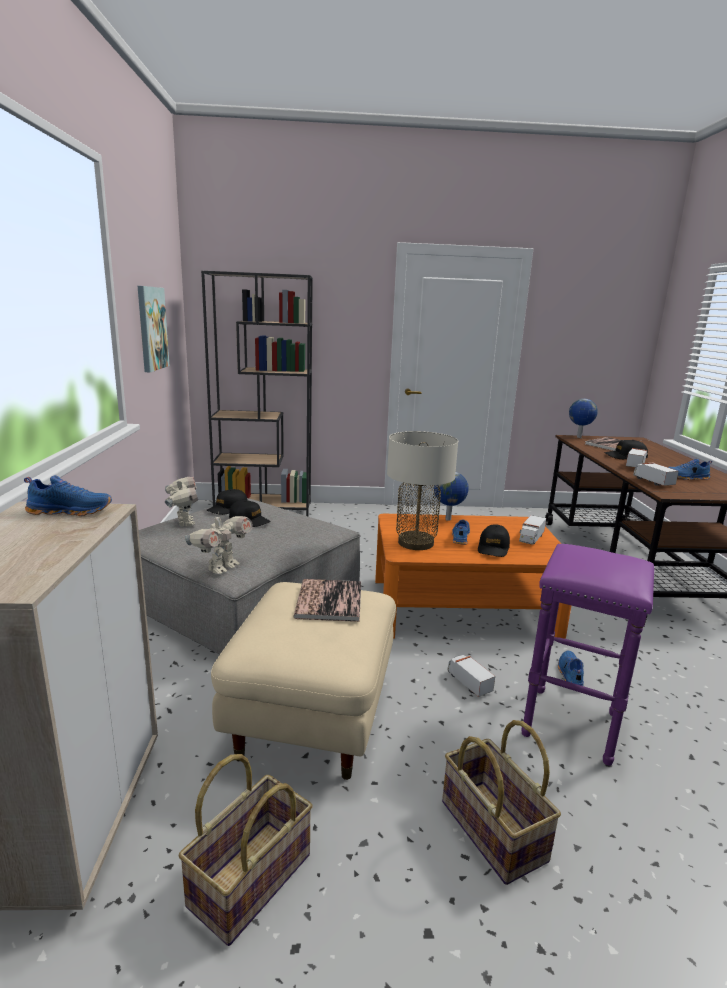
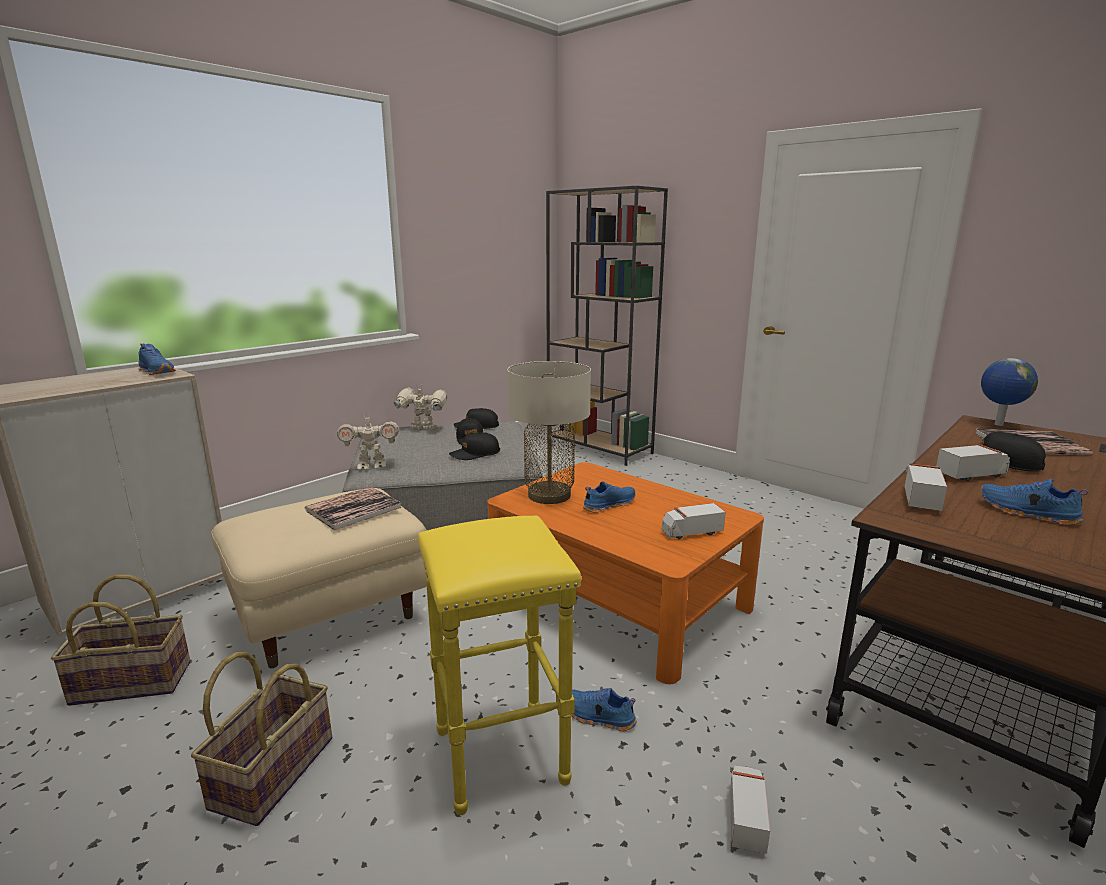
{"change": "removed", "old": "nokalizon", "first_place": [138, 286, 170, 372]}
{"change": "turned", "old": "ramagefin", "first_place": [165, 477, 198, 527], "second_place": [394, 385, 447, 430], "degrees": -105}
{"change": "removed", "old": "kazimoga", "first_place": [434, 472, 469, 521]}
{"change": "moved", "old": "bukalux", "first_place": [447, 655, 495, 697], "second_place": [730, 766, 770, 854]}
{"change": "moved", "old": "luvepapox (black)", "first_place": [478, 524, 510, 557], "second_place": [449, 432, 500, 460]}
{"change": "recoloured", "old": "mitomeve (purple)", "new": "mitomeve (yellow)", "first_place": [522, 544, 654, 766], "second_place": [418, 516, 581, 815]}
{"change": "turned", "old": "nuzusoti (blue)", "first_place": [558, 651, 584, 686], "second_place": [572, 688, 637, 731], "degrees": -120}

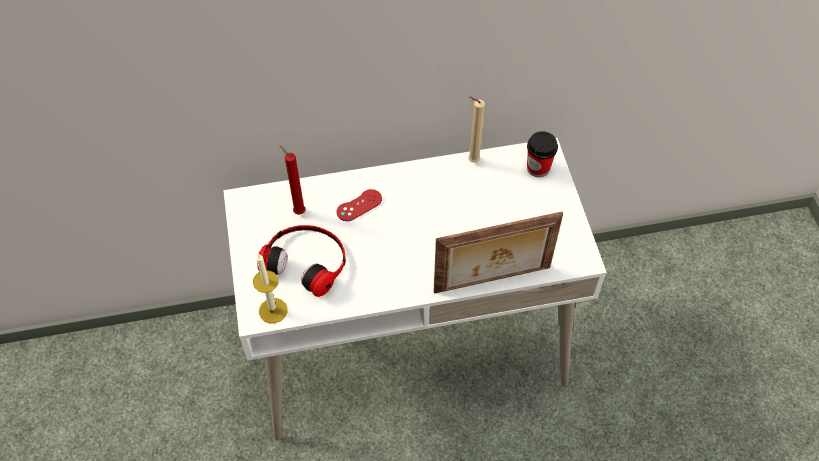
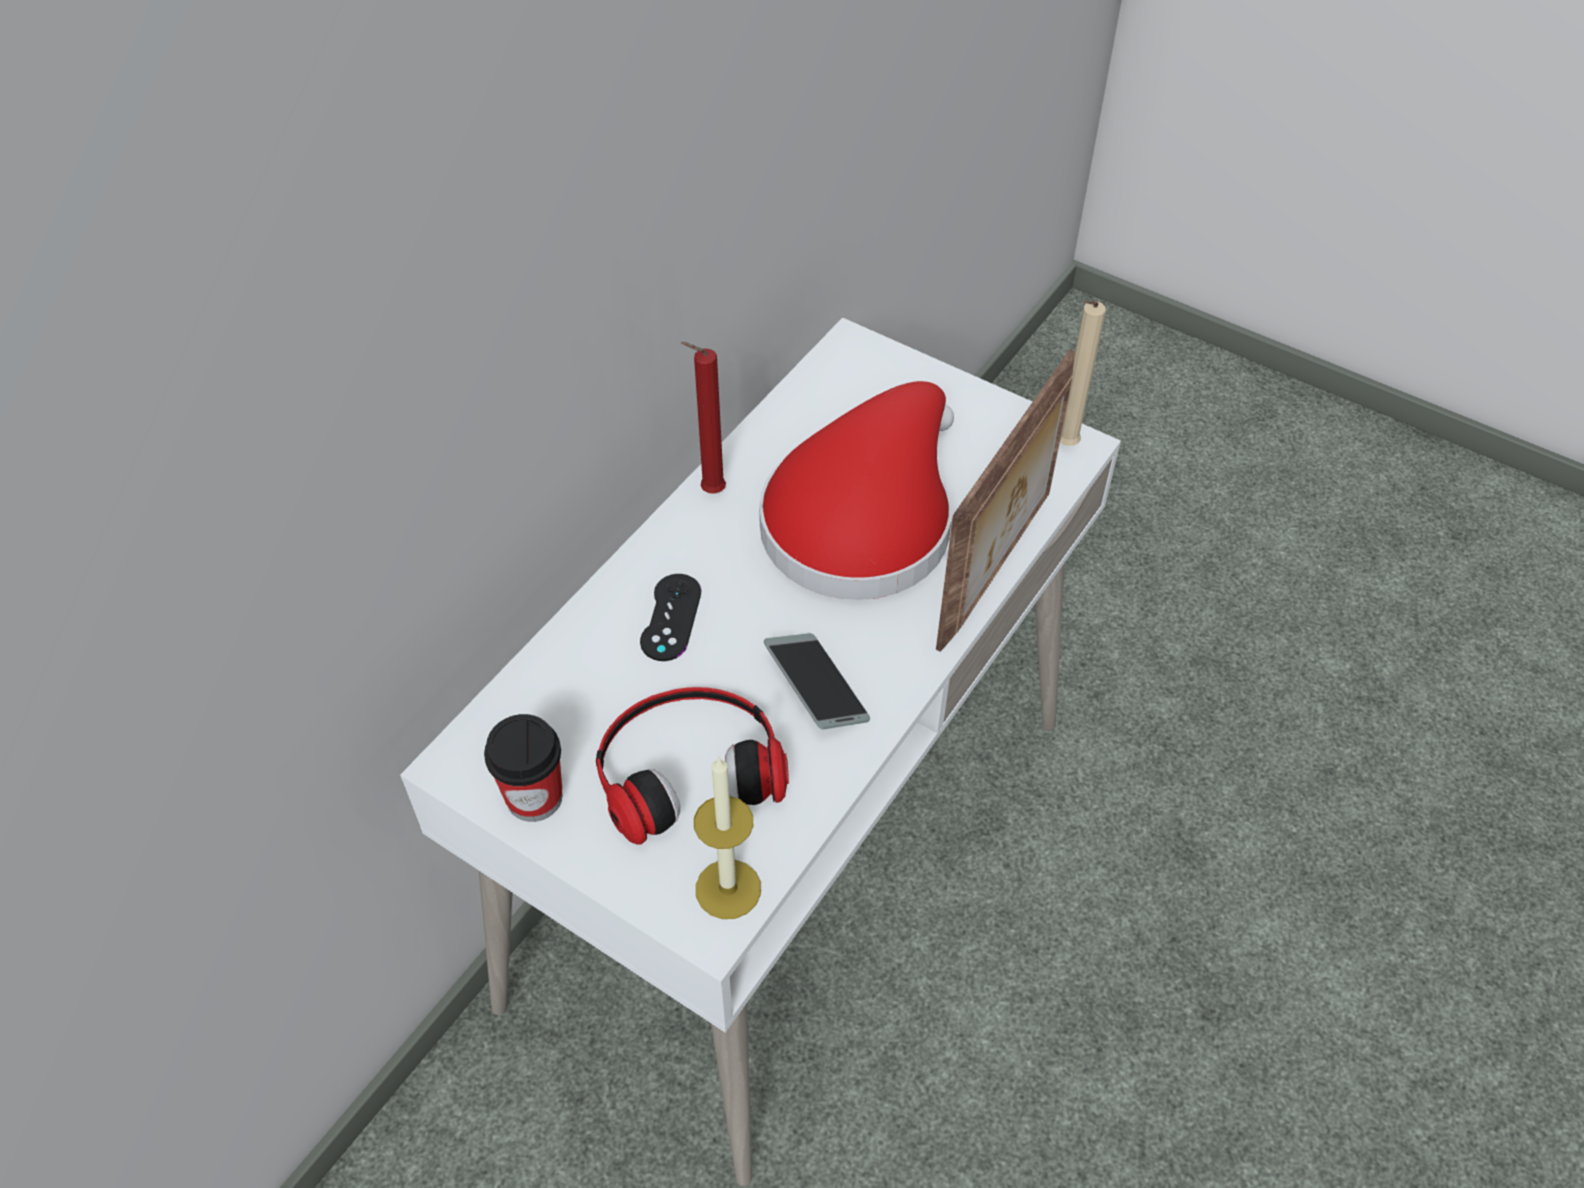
{"change": "moved", "old": "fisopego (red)", "first_place": [279, 145, 306, 215], "second_place": [681, 342, 726, 494]}
{"change": "recoloured", "old": "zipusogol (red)", "new": "zipusogol (black)", "first_place": [336, 189, 382, 221], "second_place": [640, 574, 701, 661]}
{"change": "moved", "old": "fisopego (beige)", "first_place": [468, 96, 485, 163], "second_place": [1060, 300, 1106, 446]}
{"change": "moved", "old": "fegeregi", "first_place": [527, 131, 558, 177], "second_place": [484, 714, 562, 822]}
{"change": "added", "new": "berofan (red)", "second_place": [759, 381, 954, 600]}
{"change": "added", "new": "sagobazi", "second_place": [764, 633, 870, 730]}

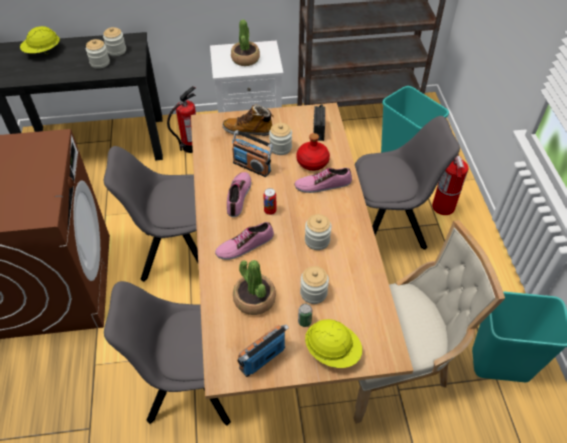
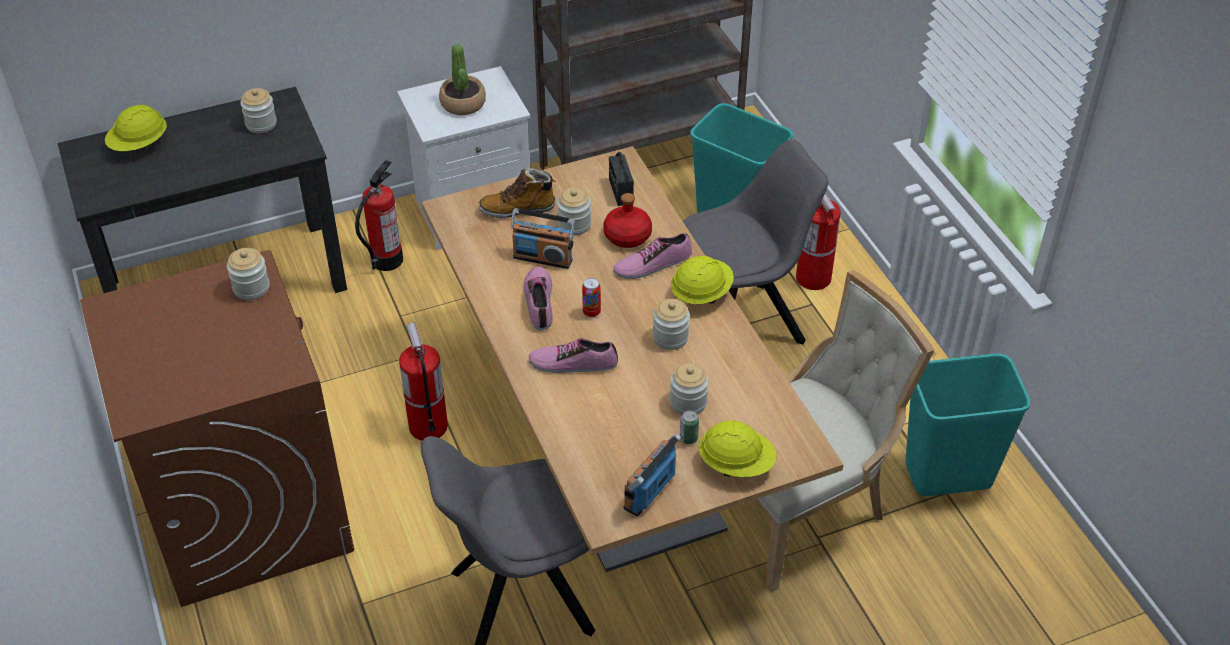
{"change": "moved", "old": "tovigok", "first_place": [86, 39, 110, 69], "second_place": [227, 248, 270, 300]}
{"change": "replaced", "old": "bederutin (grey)", "new": "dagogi", "first_place": [104, 146, 198, 282], "second_place": [399, 323, 448, 441]}
{"change": "turned", "old": "nuzusoti", "first_place": [215, 222, 274, 260], "second_place": [529, 338, 618, 373], "degrees": 45}
{"change": "removed", "old": "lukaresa", "first_place": [233, 260, 276, 315]}
{"change": "added", "new": "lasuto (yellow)", "second_place": [671, 255, 734, 304]}

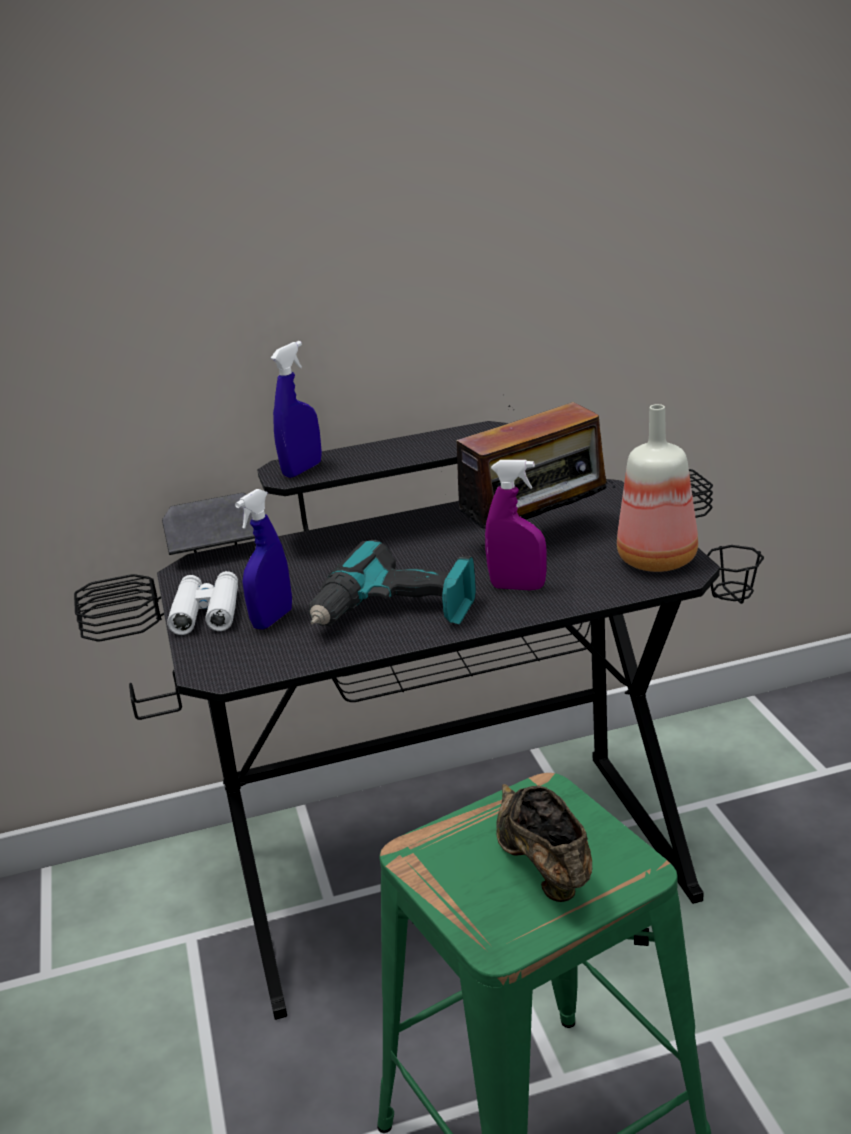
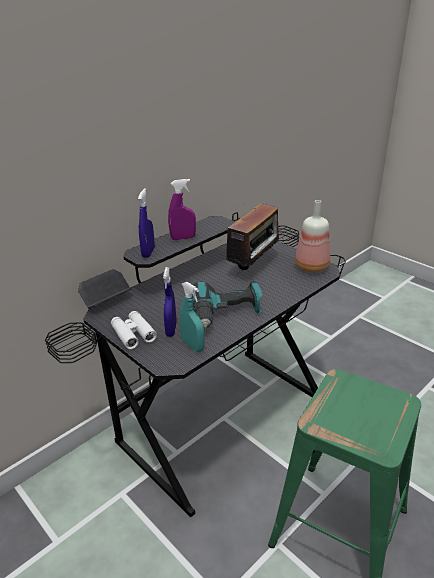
{"change": "moved", "old": "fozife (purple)", "first_place": [485, 460, 547, 590], "second_place": [168, 179, 196, 240]}
{"change": "removed", "old": "nuzusoti (brown)", "first_place": [496, 784, 592, 902]}
{"change": "added", "new": "fozife (turquoise)", "second_place": [180, 282, 205, 352]}

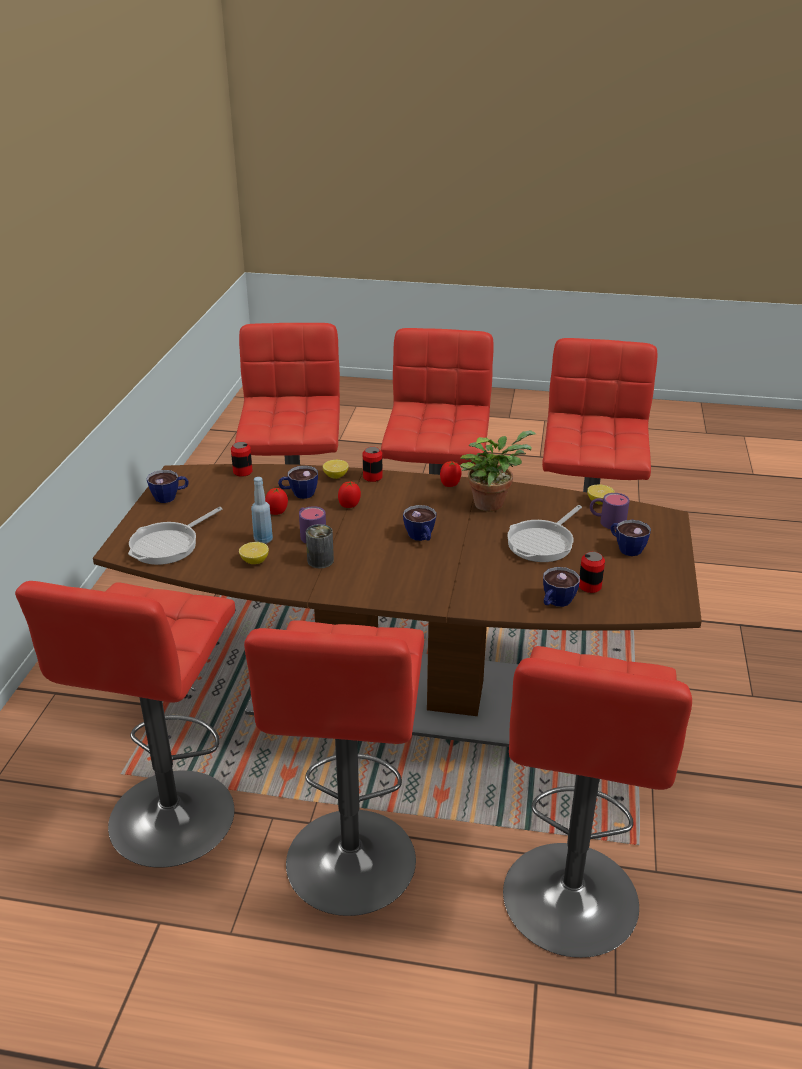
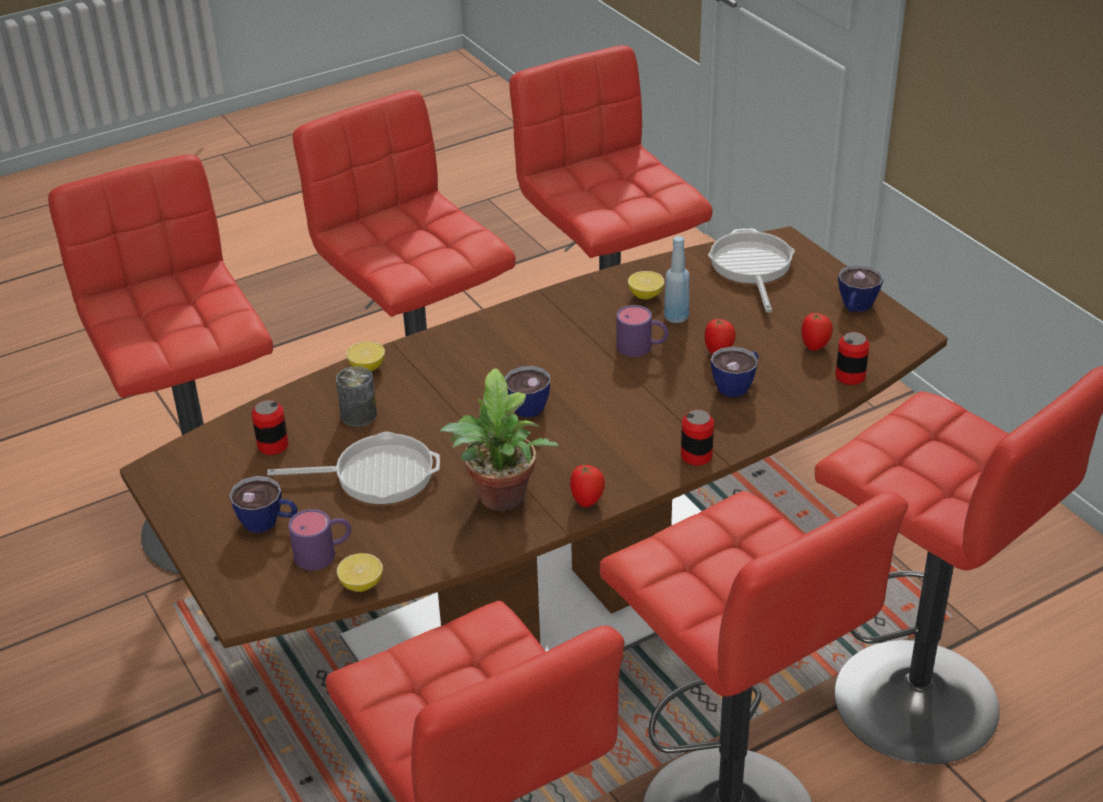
{"change": "moved", "old": "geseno", "first_place": [306, 524, 334, 568], "second_place": [336, 366, 377, 427]}
{"change": "moved", "old": "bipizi", "first_place": [323, 460, 349, 479], "second_place": [346, 341, 385, 371]}
{"change": "moved", "old": "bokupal", "first_place": [338, 482, 361, 508], "second_place": [801, 312, 833, 351]}
{"change": "turned", "old": "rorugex", "first_place": [507, 505, 582, 562], "second_place": [267, 432, 440, 504], "degrees": 90}
{"change": "removed", "old": "fegeregi", "first_place": [543, 567, 580, 607]}

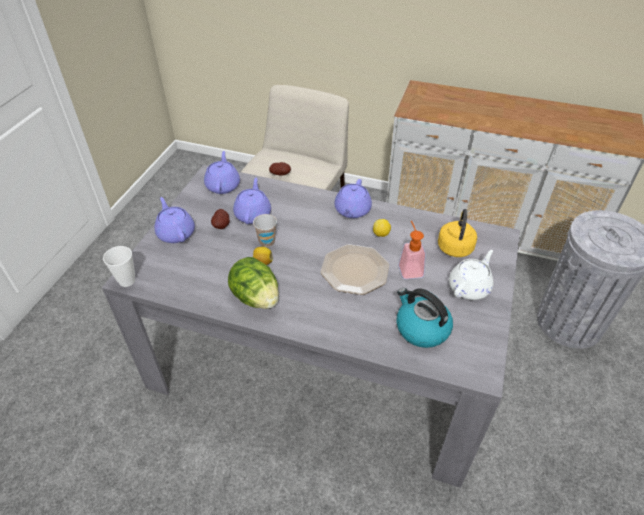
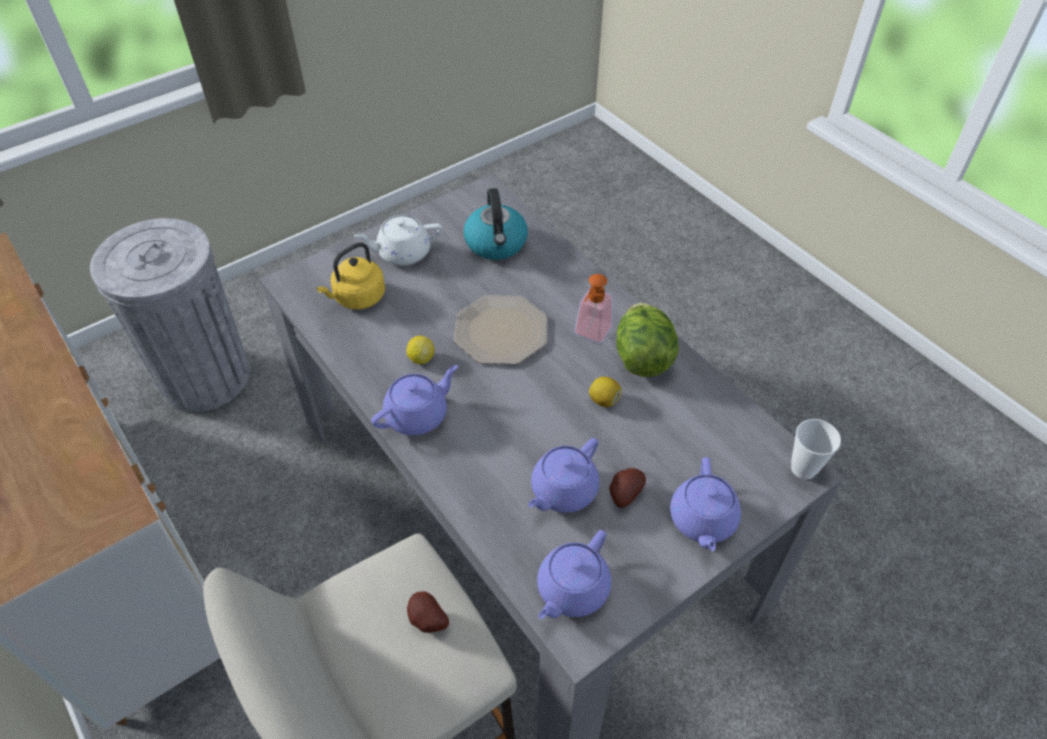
{"change": "removed", "old": "fegeregi", "first_place": [253, 214, 277, 247]}
{"change": "moved", "old": "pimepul", "first_place": [398, 221, 426, 279], "second_place": [575, 274, 613, 343]}

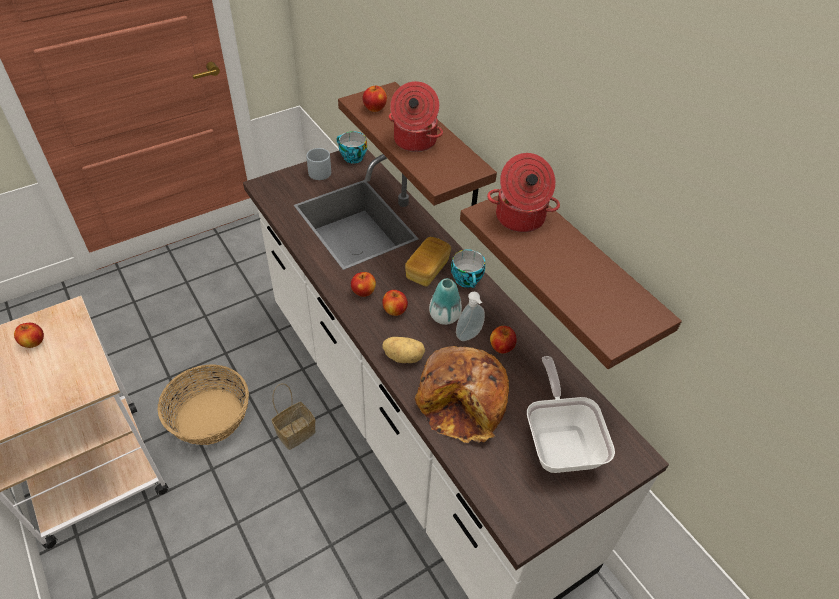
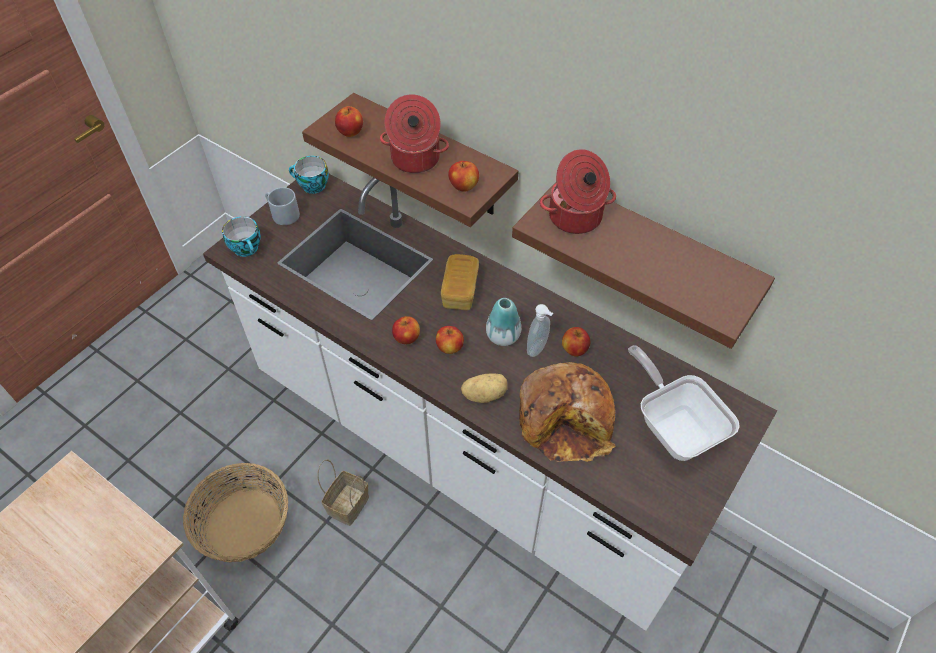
{"change": "moved", "old": "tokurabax", "first_place": [14, 323, 44, 348], "second_place": [448, 161, 479, 192]}
{"change": "moved", "old": "fegeregi", "first_place": [451, 249, 485, 288], "second_place": [222, 216, 261, 257]}

